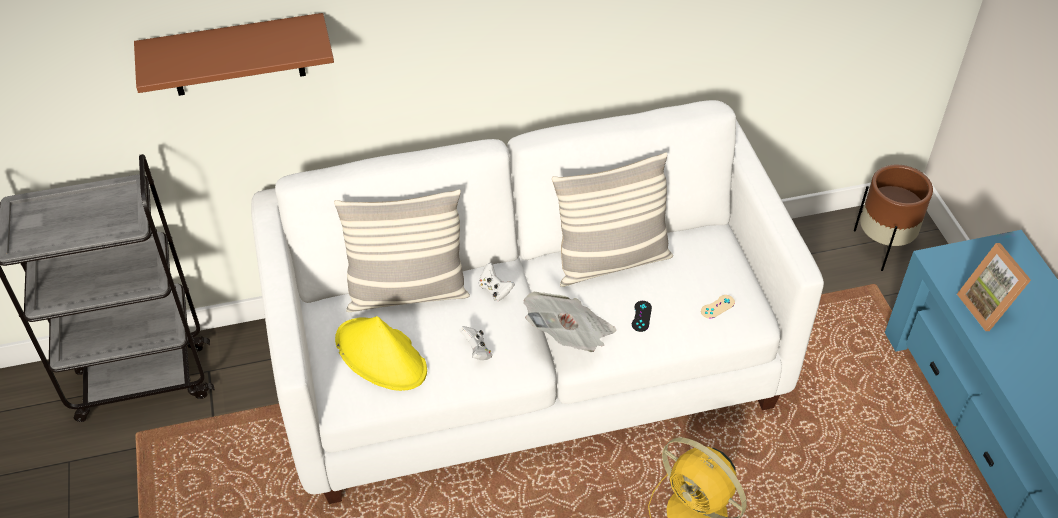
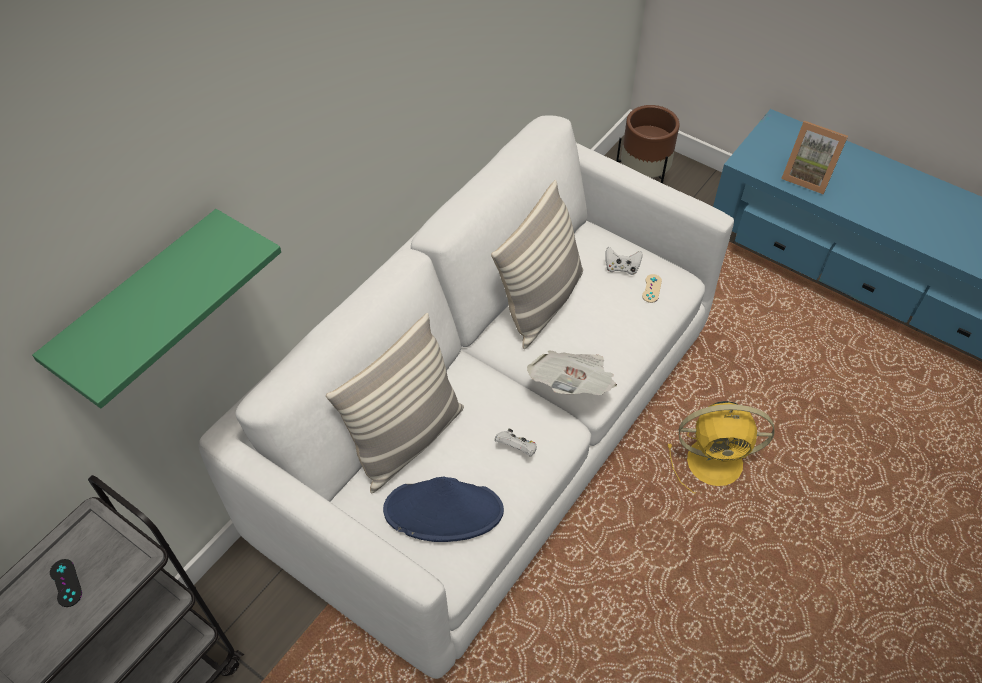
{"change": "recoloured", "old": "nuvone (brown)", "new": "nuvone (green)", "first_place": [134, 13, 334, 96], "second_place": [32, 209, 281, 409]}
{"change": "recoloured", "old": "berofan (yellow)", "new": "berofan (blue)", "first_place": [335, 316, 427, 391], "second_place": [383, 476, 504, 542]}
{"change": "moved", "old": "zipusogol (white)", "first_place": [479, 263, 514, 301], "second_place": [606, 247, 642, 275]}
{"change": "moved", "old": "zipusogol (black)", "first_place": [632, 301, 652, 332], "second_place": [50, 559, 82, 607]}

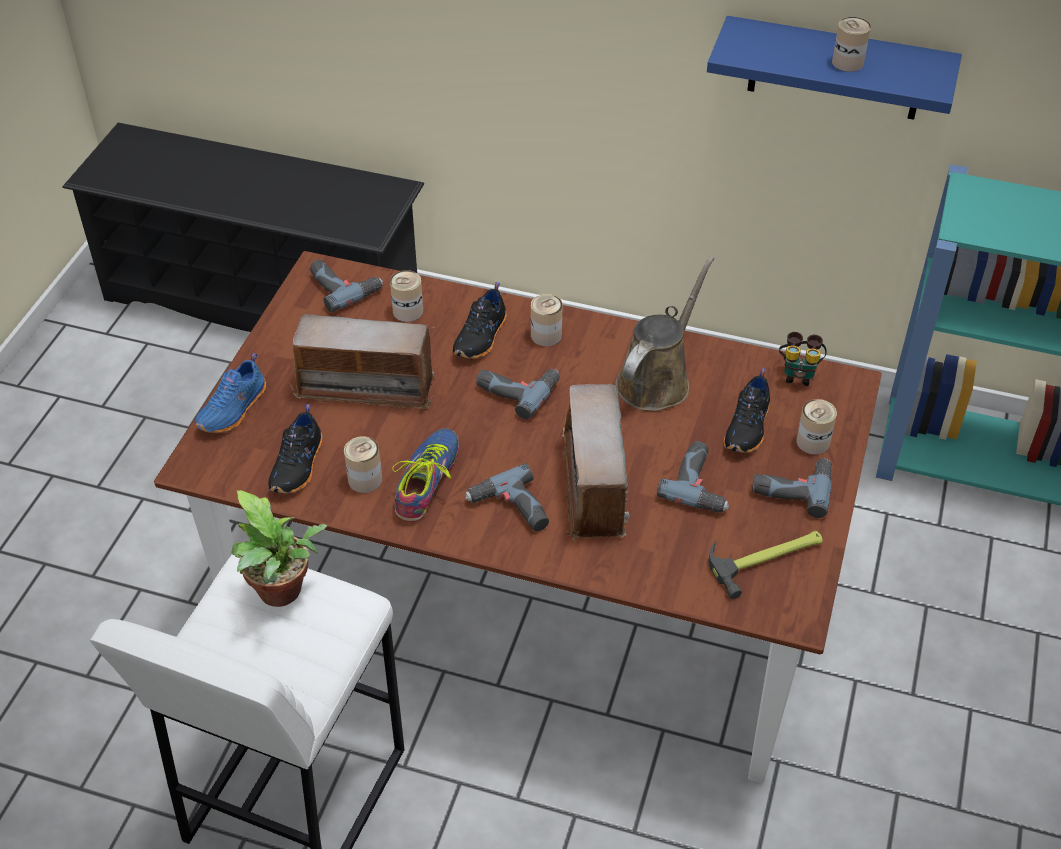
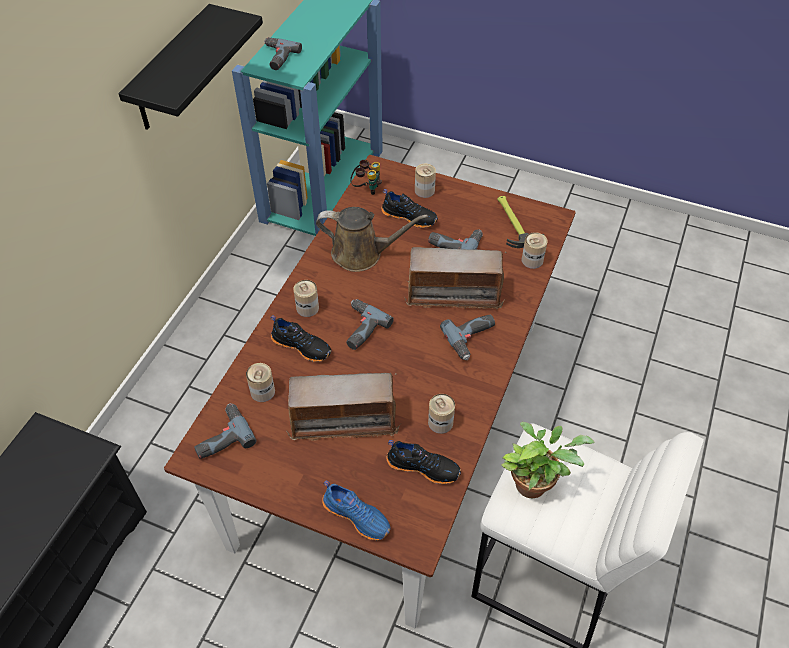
{"change": "turned", "old": "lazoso", "first_place": [290, 314, 436, 410], "second_place": [286, 373, 401, 441], "degrees": 75}
{"change": "removed", "old": "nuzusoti", "first_place": [392, 428, 459, 522]}
{"change": "turned", "old": "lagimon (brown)", "first_place": [616, 256, 714, 411], "second_place": [316, 207, 428, 272], "degrees": 150}
{"change": "recoloured", "old": "nuvone (blue)", "new": "nuvone (black)", "first_place": [707, 16, 962, 120], "second_place": [118, 4, 263, 130]}
{"change": "moved", "old": "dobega", "first_place": [752, 458, 832, 518], "second_place": [264, 37, 302, 70]}
{"change": "moved", "old": "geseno", "first_place": [832, 17, 871, 72], "second_place": [522, 232, 547, 269]}

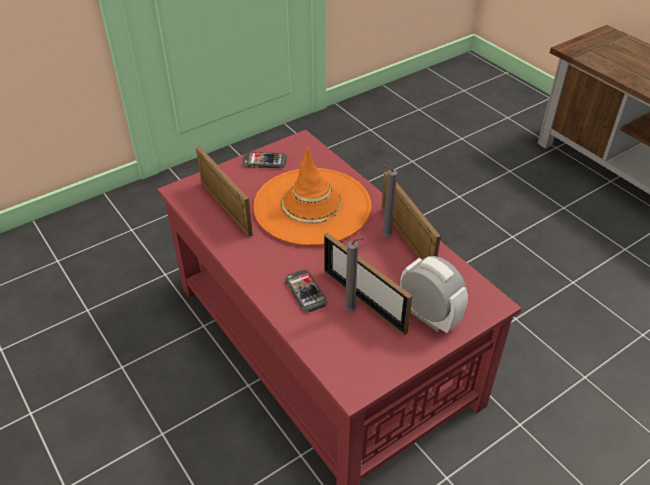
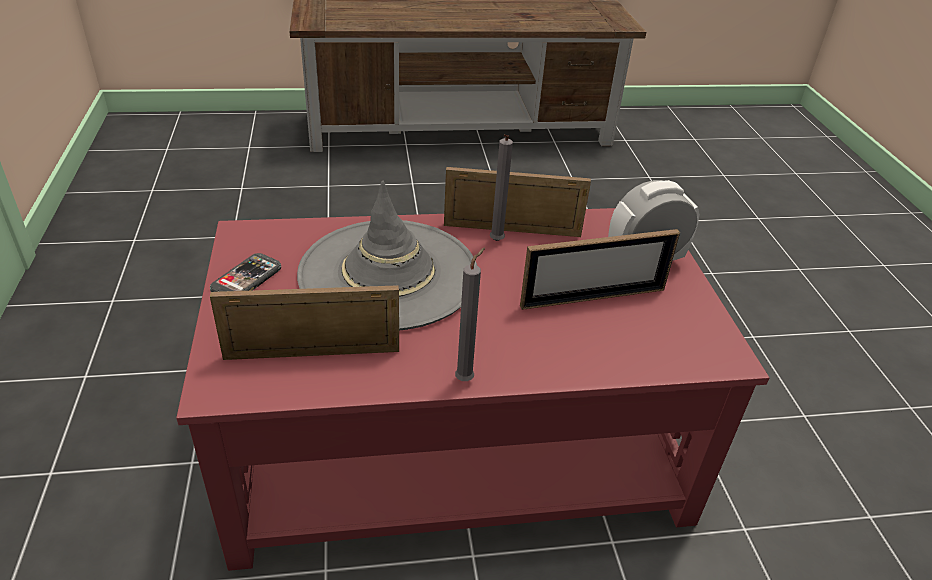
{"change": "recoloured", "old": "berofan (orange)", "new": "berofan (grey)", "first_place": [253, 147, 371, 246], "second_place": [297, 180, 477, 330]}
{"change": "removed", "old": "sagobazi", "first_place": [285, 270, 328, 312]}
{"change": "moved", "old": "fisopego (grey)", "first_place": [344, 238, 365, 312], "second_place": [455, 247, 485, 381]}

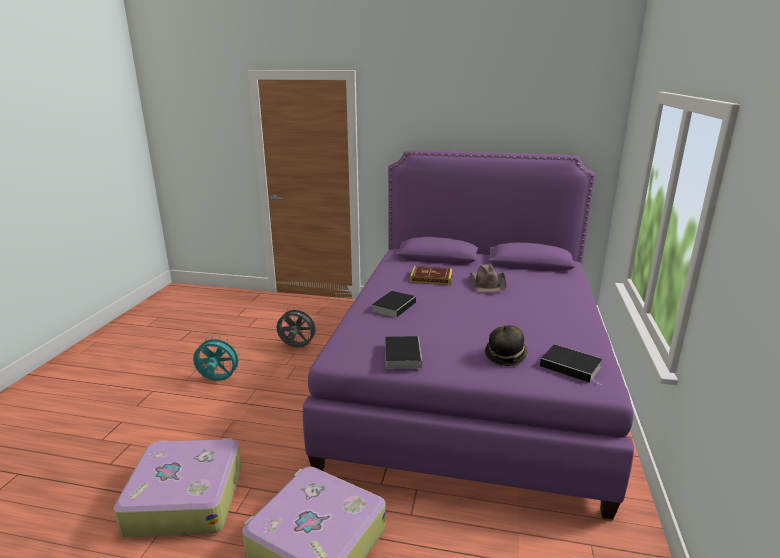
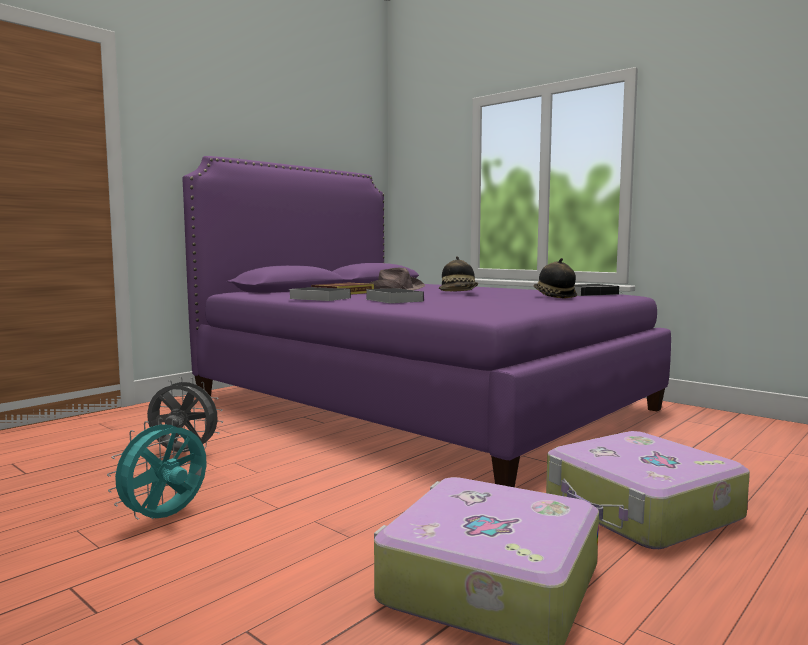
{"change": "turned", "old": "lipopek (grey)", "first_place": [277, 307, 318, 348], "second_place": [147, 377, 223, 452], "degrees": 60}
{"change": "moved", "old": "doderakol", "first_place": [385, 336, 422, 369], "second_place": [288, 287, 351, 301]}
{"change": "added", "new": "berofan", "second_place": [439, 256, 478, 291]}

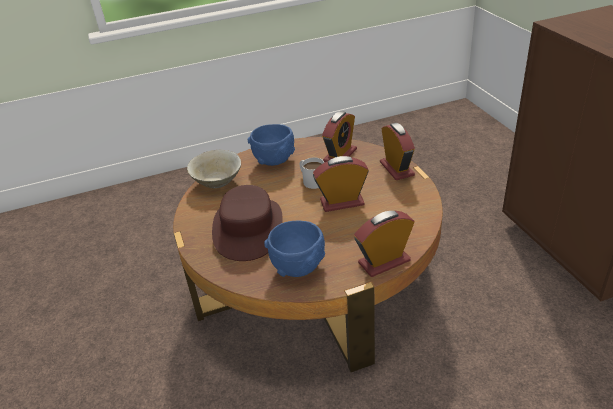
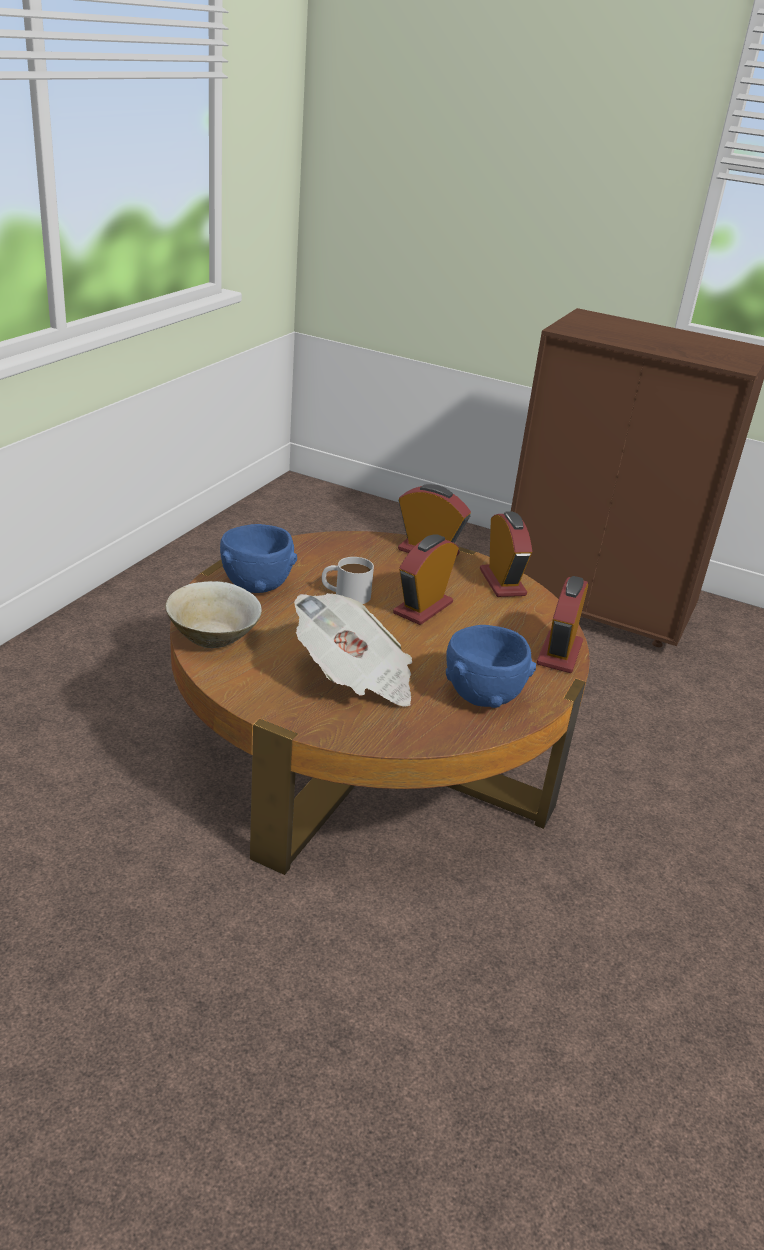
{"change": "replaced", "old": "berofan (brown)", "new": "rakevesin", "first_place": [212, 185, 283, 261], "second_place": [294, 593, 412, 707]}
{"change": "moved", "old": "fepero", "first_place": [322, 111, 357, 162], "second_place": [480, 512, 532, 597]}

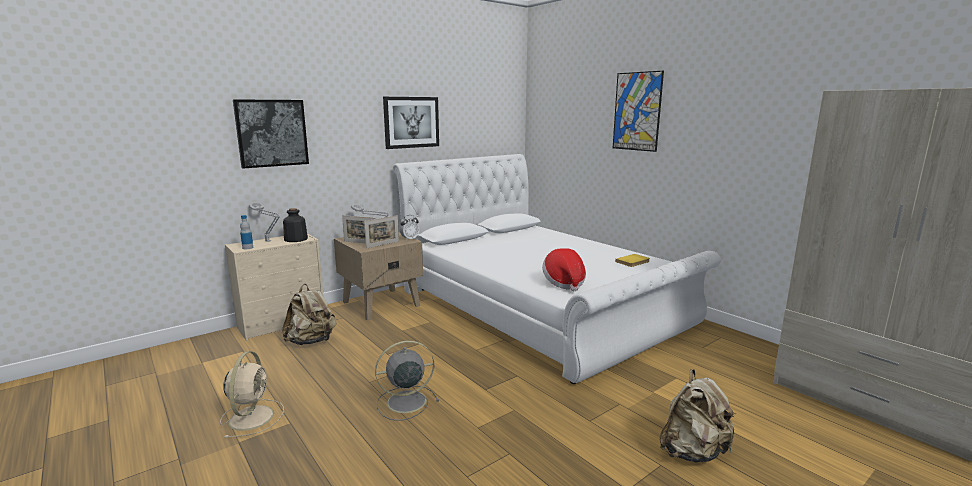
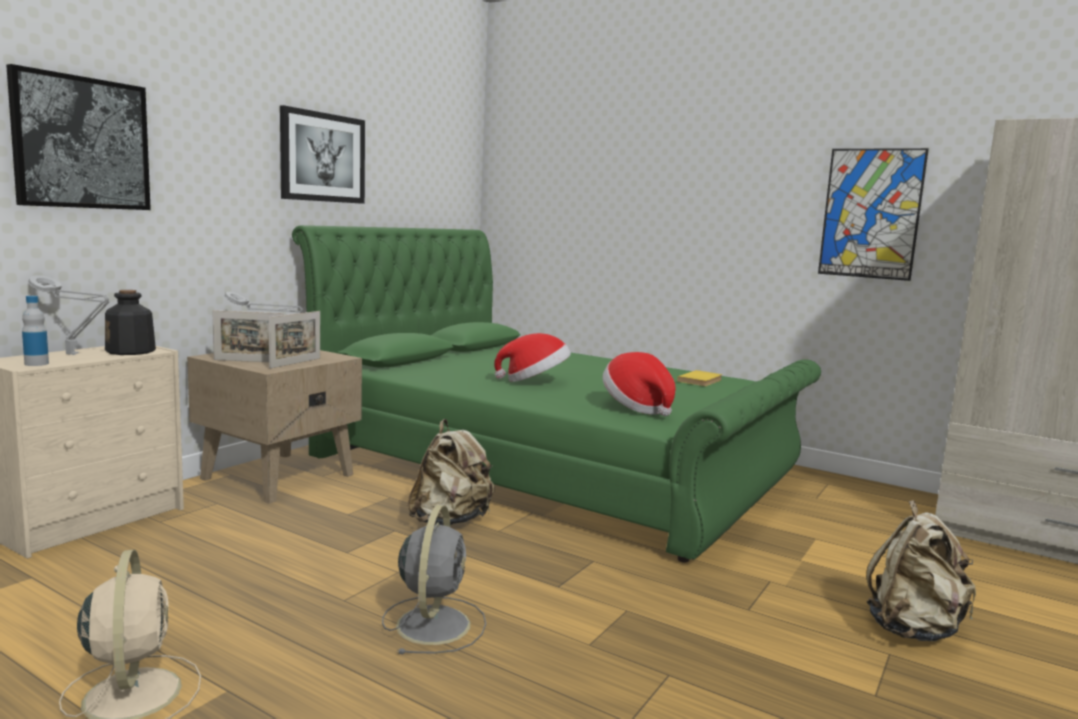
{"change": "moved", "old": "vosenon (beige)", "first_place": [282, 284, 337, 345], "second_place": [408, 419, 495, 526]}
{"change": "turned", "old": "lipopek (grey)", "first_place": [375, 340, 439, 421], "second_place": [382, 505, 486, 654], "degrees": 135}
{"change": "recoloured", "old": "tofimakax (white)", "new": "tofimakax (green)", "first_place": [393, 154, 721, 384], "second_place": [292, 225, 821, 563]}
{"change": "removed", "old": "fepero", "first_place": [400, 215, 419, 241]}
{"change": "moved", "old": "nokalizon", "first_place": [613, 71, 664, 152], "second_place": [818, 148, 929, 281]}
{"change": "added", "new": "berofan", "second_place": [494, 333, 571, 382]}

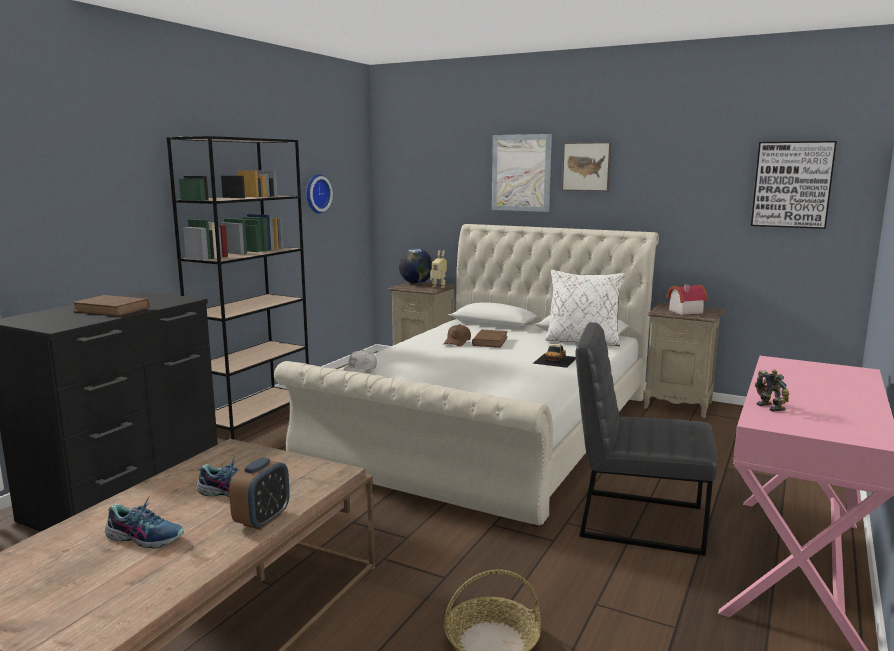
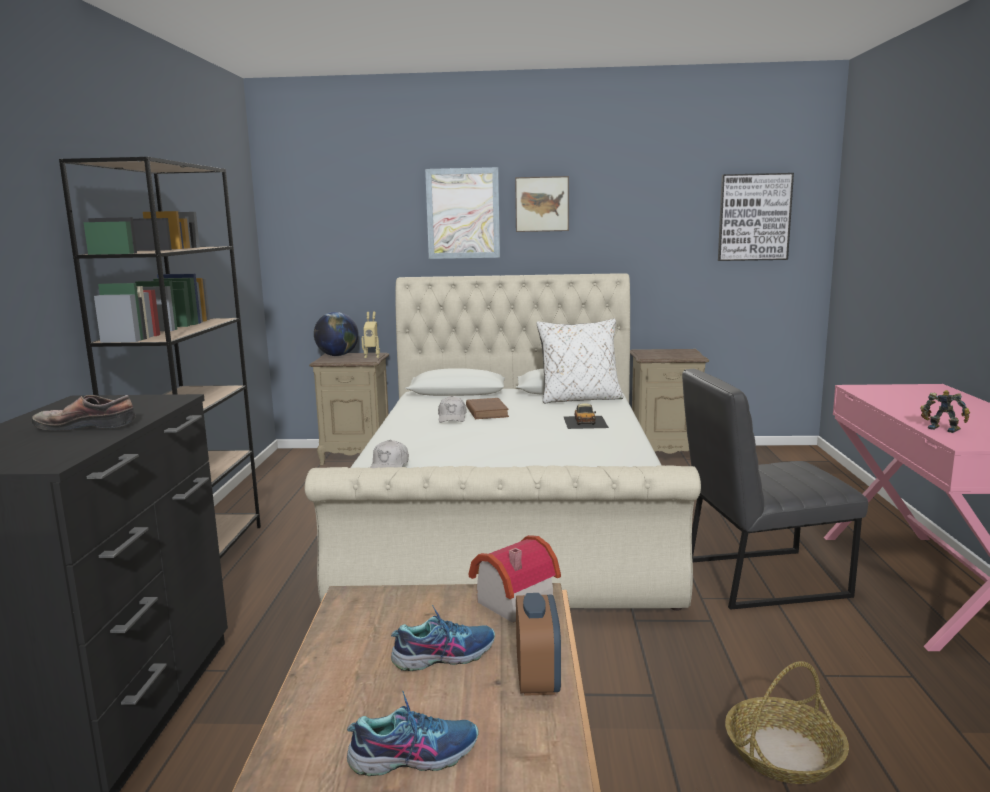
{"change": "replaced", "old": "doderakol (brown)", "new": "nuzusoti", "first_place": [72, 295, 149, 316], "second_place": [32, 395, 135, 431]}
{"change": "removed", "old": "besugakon", "first_place": [306, 174, 333, 213]}
{"change": "recoloured", "old": "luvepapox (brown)", "new": "luvepapox (white)", "first_place": [443, 324, 471, 346], "second_place": [438, 396, 466, 423]}
{"change": "moved", "old": "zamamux", "first_place": [666, 284, 708, 315], "second_place": [469, 535, 561, 623]}

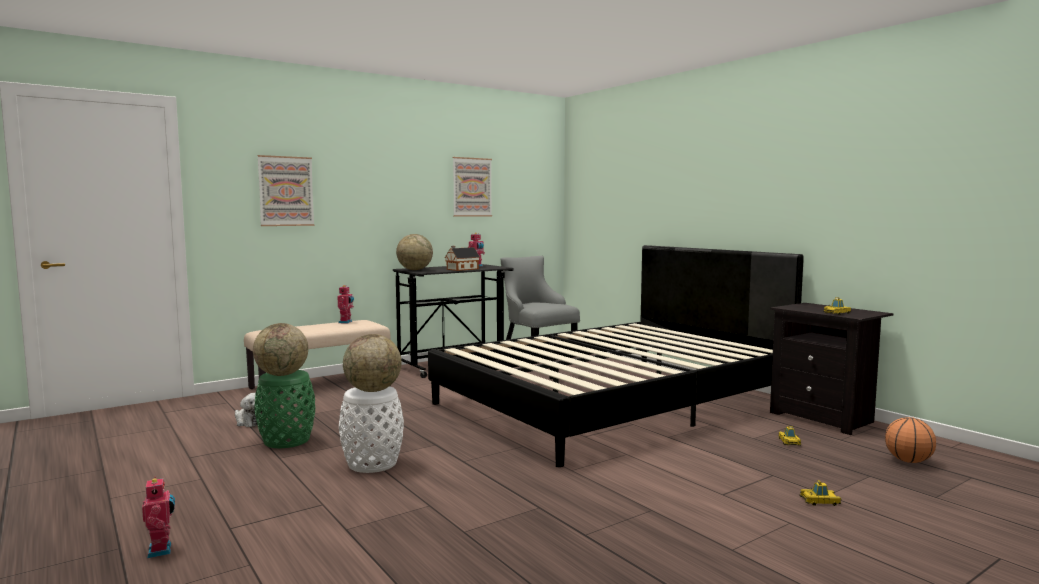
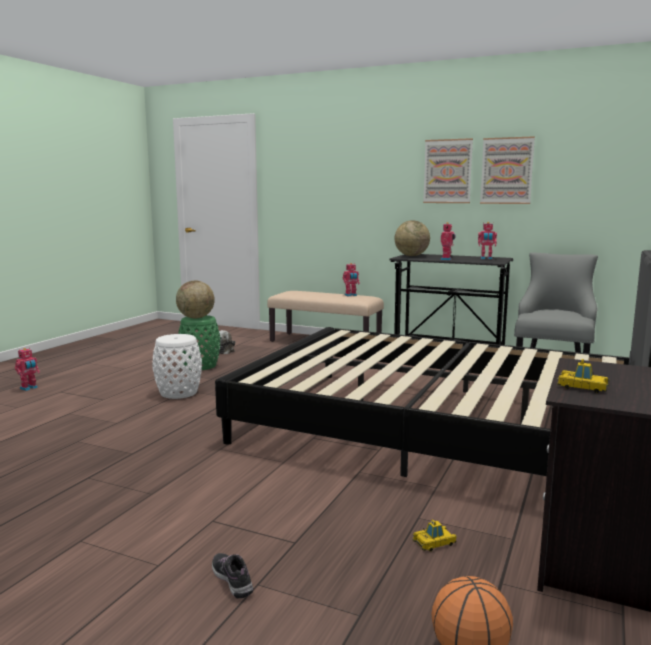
{"change": "moved", "old": "nokalizon", "first_place": [257, 155, 314, 226], "second_place": [423, 138, 473, 203]}
{"change": "removed", "old": "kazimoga", "first_place": [343, 334, 402, 392]}
{"change": "replaced", "old": "zamamux", "new": "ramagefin", "first_place": [445, 246, 480, 271], "second_place": [440, 222, 456, 260]}
{"change": "replaced", "old": "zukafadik", "new": "nuzusoti", "first_place": [800, 480, 841, 506], "second_place": [212, 553, 253, 599]}

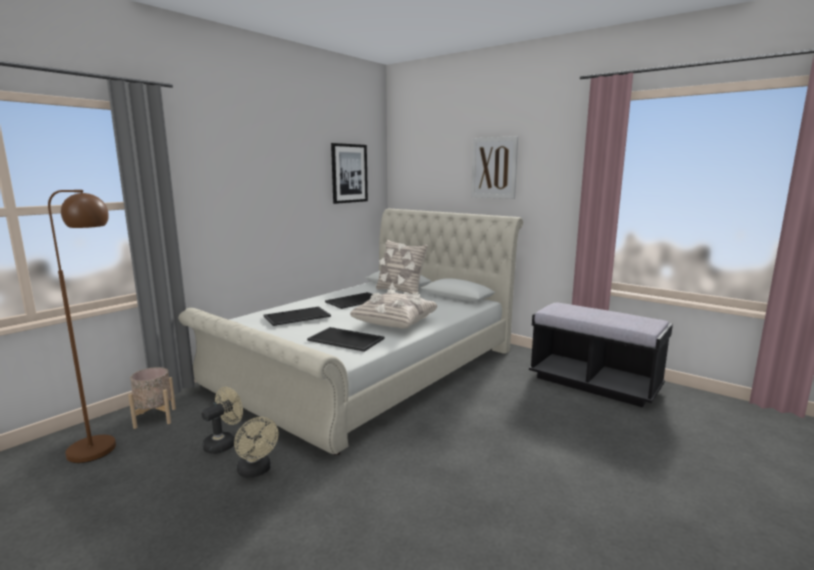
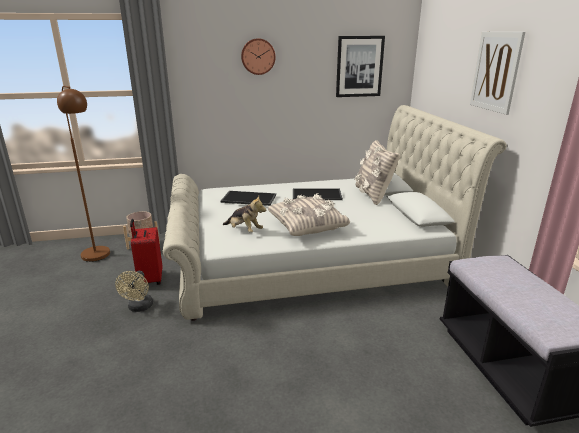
{"change": "replaced", "old": "lipopek (beige)", "new": "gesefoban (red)", "first_place": [202, 387, 243, 454], "second_place": [130, 219, 162, 285]}
{"change": "replaced", "old": "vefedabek", "new": "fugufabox", "first_place": [307, 327, 385, 352], "second_place": [223, 196, 266, 233]}
{"change": "added", "new": "besugakon", "second_place": [241, 38, 276, 75]}

